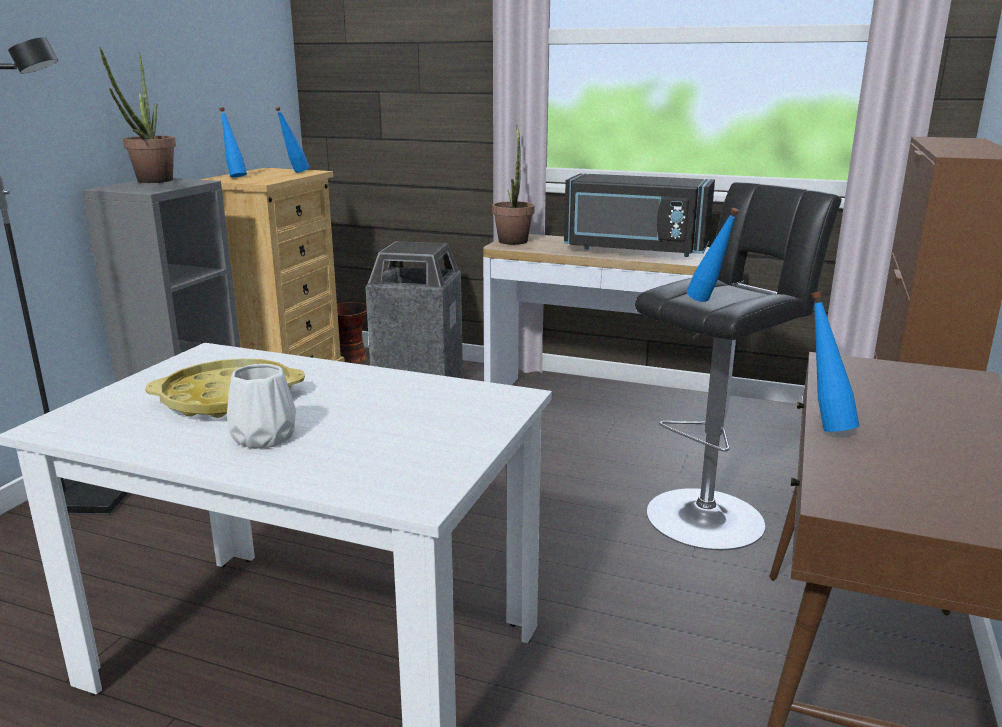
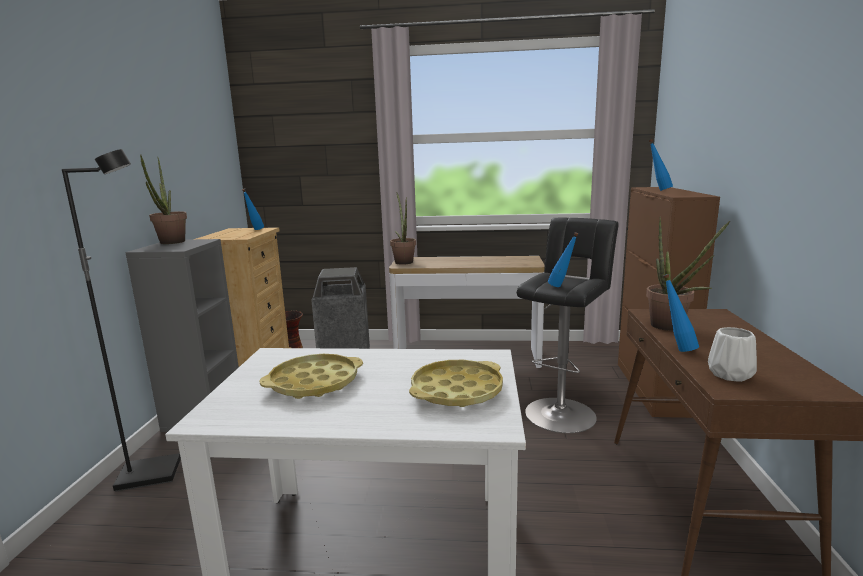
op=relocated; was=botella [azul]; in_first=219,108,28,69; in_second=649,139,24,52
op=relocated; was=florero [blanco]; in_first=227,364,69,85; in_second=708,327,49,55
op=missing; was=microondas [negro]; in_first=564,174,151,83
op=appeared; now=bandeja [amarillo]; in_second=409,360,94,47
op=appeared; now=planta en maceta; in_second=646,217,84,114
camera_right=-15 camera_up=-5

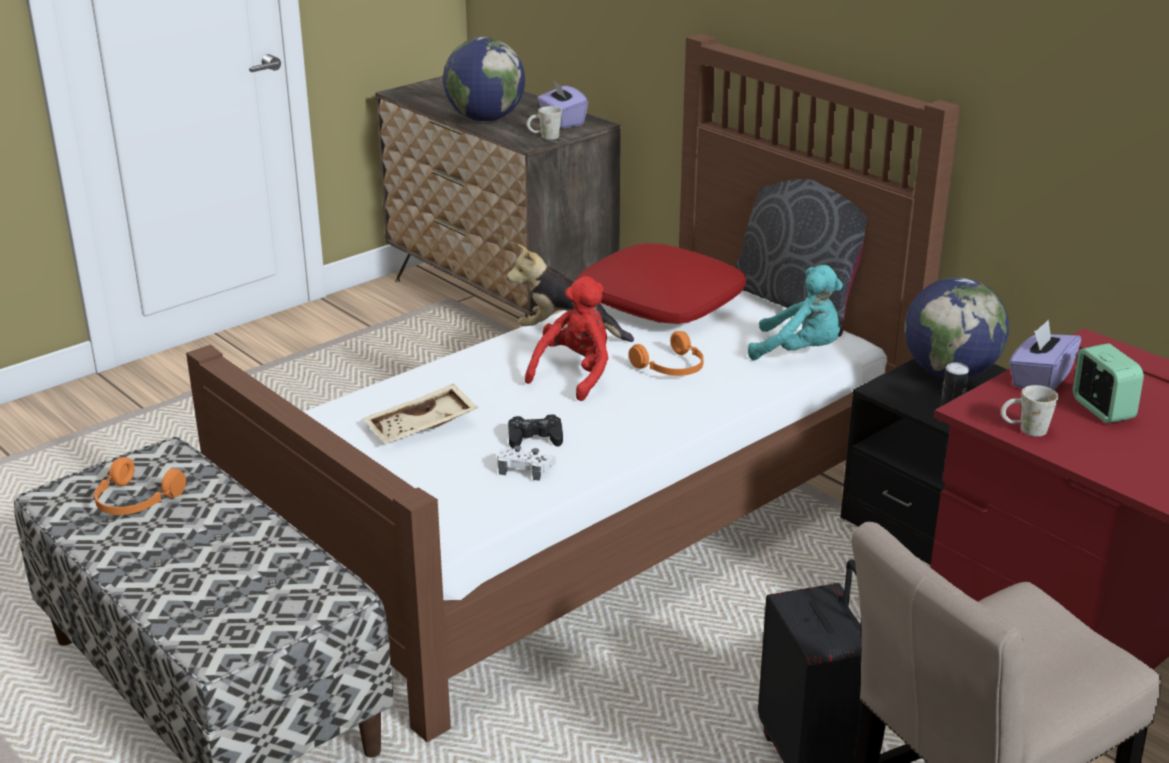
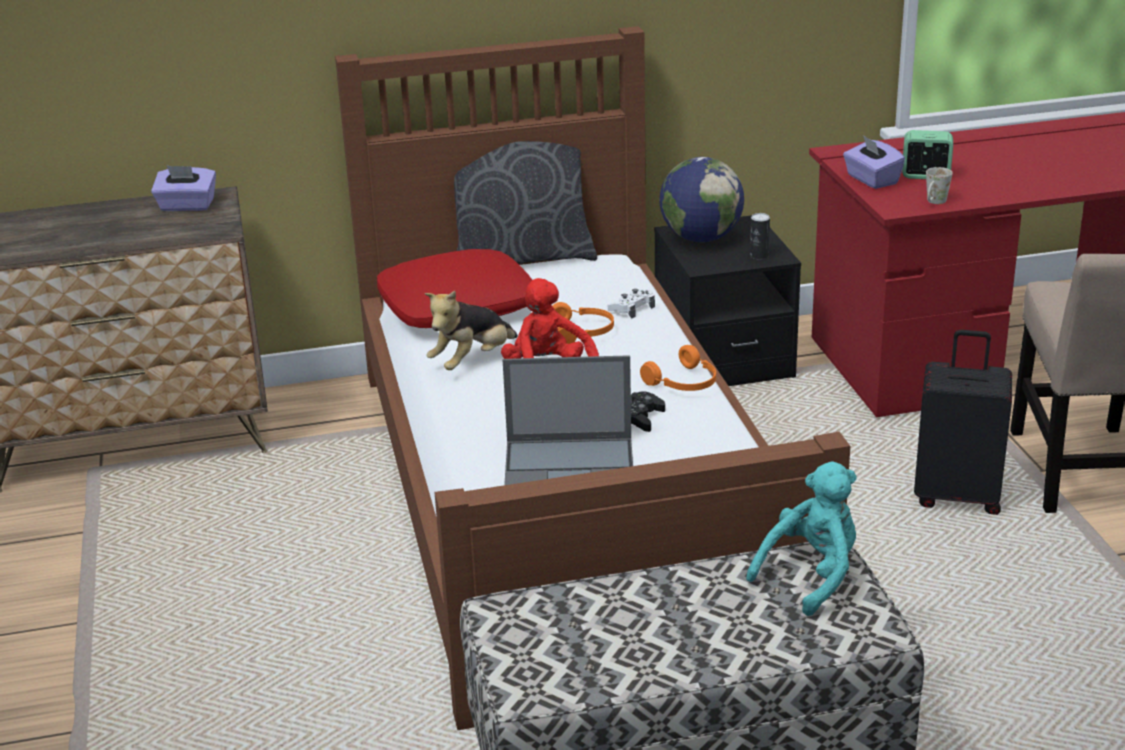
op=relocated; was=auriculares [naranja]; in_first=94,457,92,58; in_second=640,345,76,46
op=exchanged; was=bandeja [beis]; now=portátil; in_first=363,384,115,60; in_second=503,355,130,130
op=missing; was=globo terráqueo; in_first=443,37,82,84
op=relocated; was=mando de consola [blanco]; in_first=497,445,59,36; in_second=608,289,47,30
op=missing; was=taza grande [blanco]; in_first=527,106,35,34
op=relocated; was=peluche [turquesa]; in_first=748,265,95,95; in_second=746,461,111,155
camera_right=-60 camera_up=0

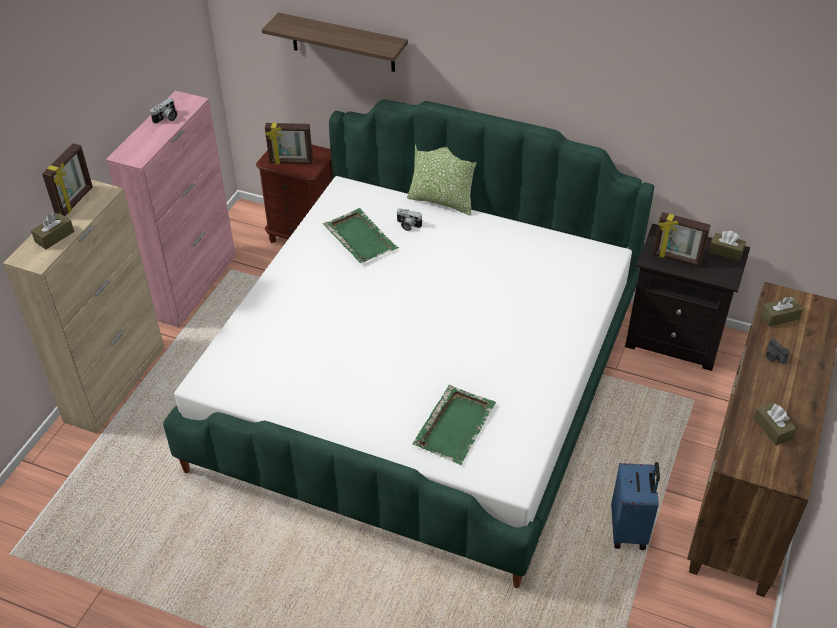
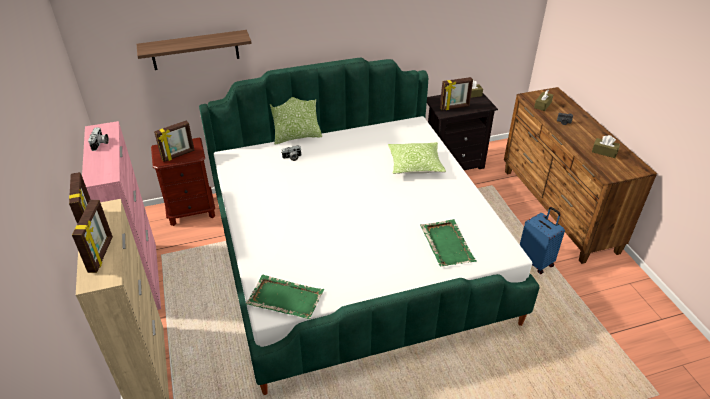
op=exchanged; was=caja de pañuelos [marrón]; now=portarretratos; in_first=31,213,43,36; in_second=72,200,41,73
op=relocated; was=bandeja [verde]; in_first=323,208,76,55; in_second=246,275,78,44
op=appeared; now=cojín; in_second=388,142,58,32
camera_right=-40 camera_up=-5

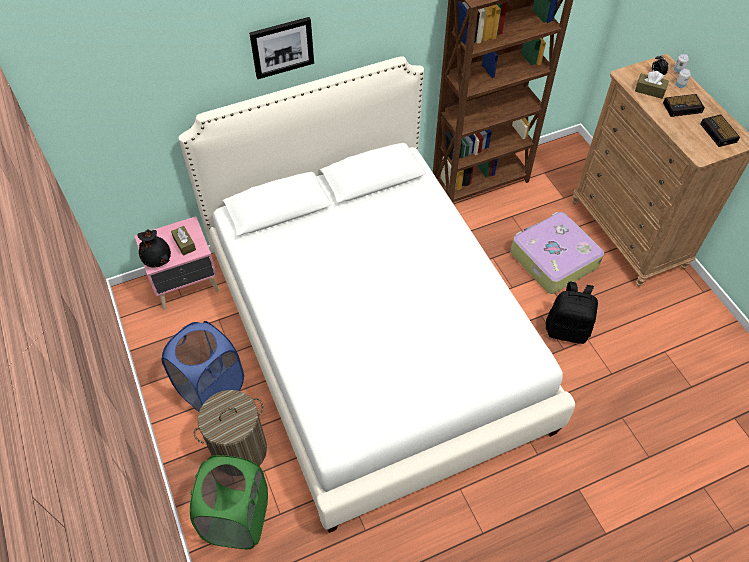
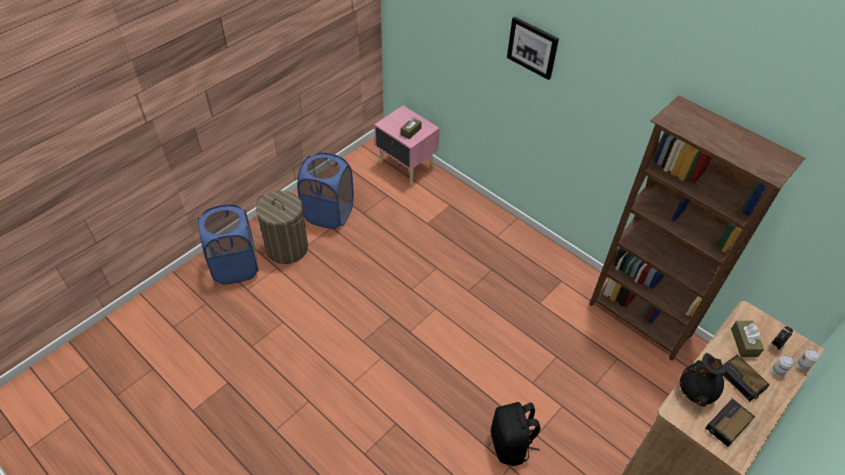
op=relocated; was=florero [negro]; in_first=138,229,33,38; in_second=680,353,47,54
op=missing; was=cama [blanco]; in_first=178,56,397,477
op=colour; was=cesto de la ropa [verde]; now=cesto de la ropa [azul]; in_first=190,455,78,94; in_second=198,204,61,80
op=missing; was=maleta; in_first=511,212,93,82
camera_right=65 camera_up=-5

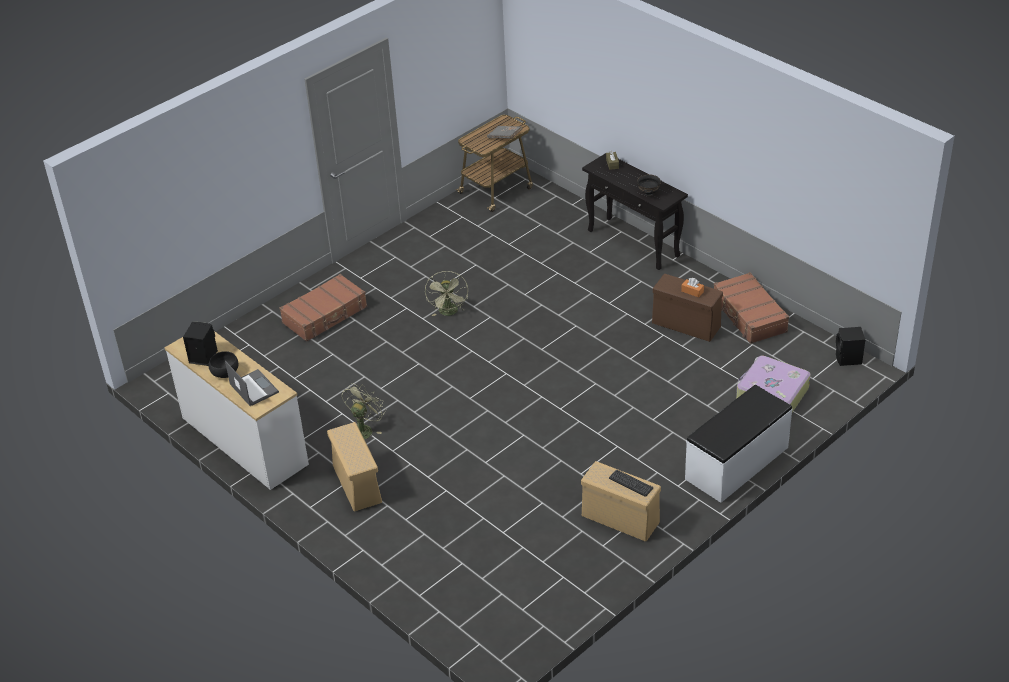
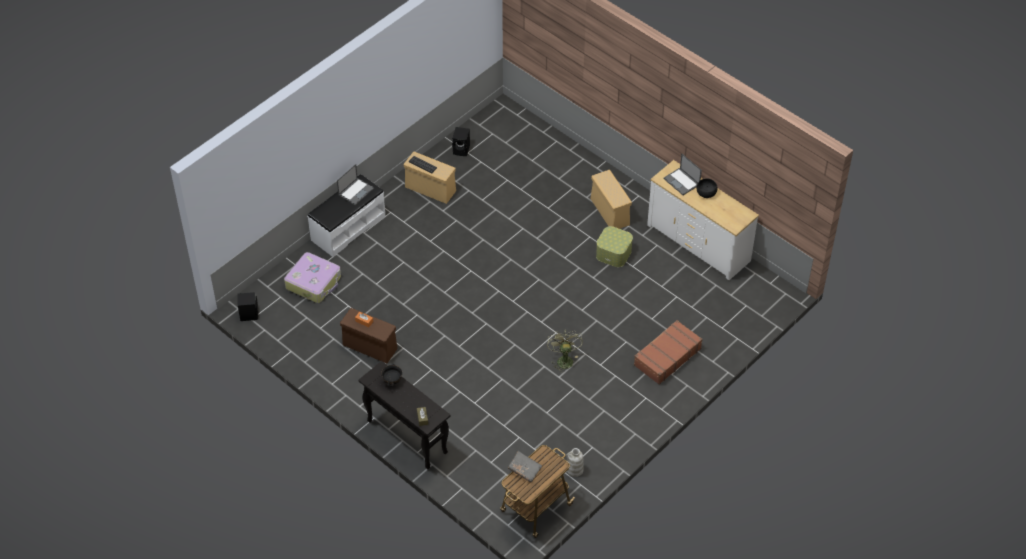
op=relocated; was=altavoz [negro]; in_first=183,322,35,44; in_second=452,127,18,29
op=exchanged; was=ventilador [verde]; now=caja de almacenaje; in_first=342,383,44,56; in_second=596,226,37,41
op=missing; was=maleta [marrón]; in_first=714,272,75,72
op=appeared; now=portátil; in_second=337,164,37,41
op=appeared; now=florero [blanco]; in_second=566,448,18,29
camera_right=175 camera_up=10

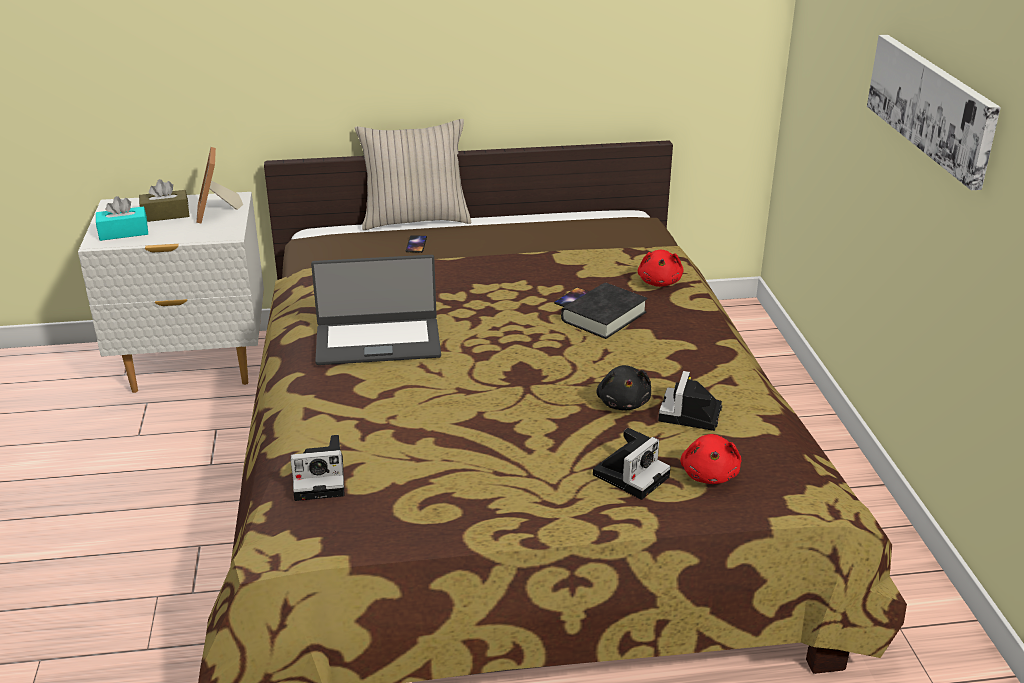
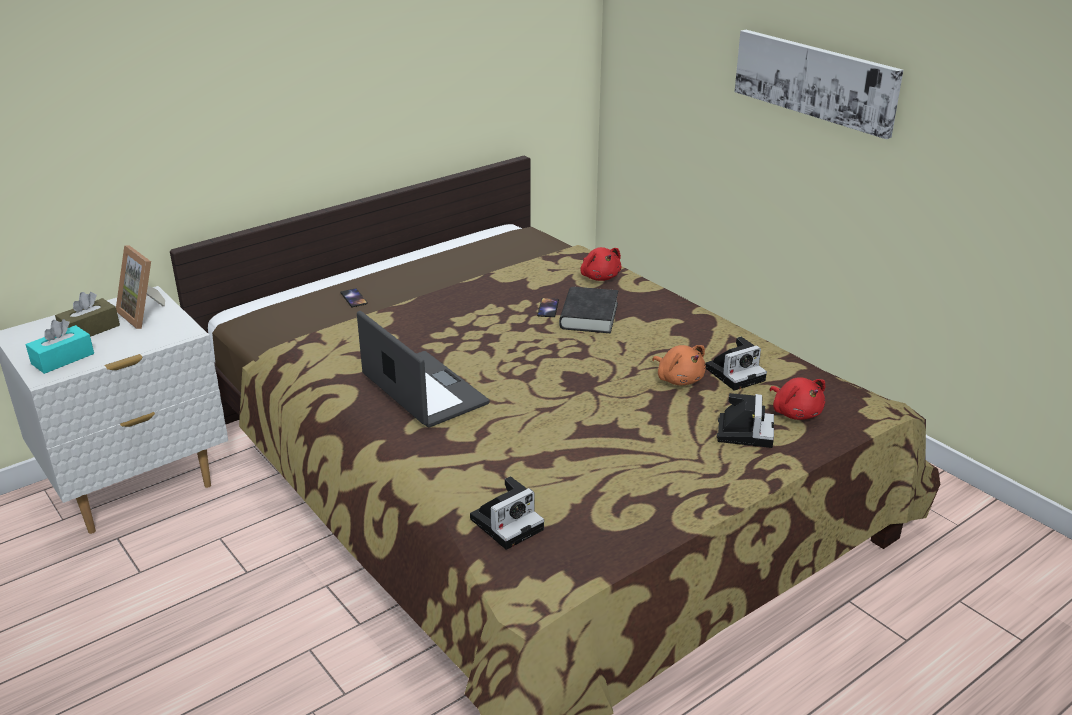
op=spun; was=portátil; in_first=311,255,130,110; in_second=357,311,133,117; clockwise=-90
op=missing; was=cojín [beis]; in_first=355,119,117,111
op=colour; was=peluche [negro]; now=peluche [naranja]; in_first=596,365,55,45; in_second=652,345,54,40
op=spun; was=cámara; in_first=658,371,64,60; in_second=705,337,62,54; clockwise=-105
camera_right=-30 camera_up=0

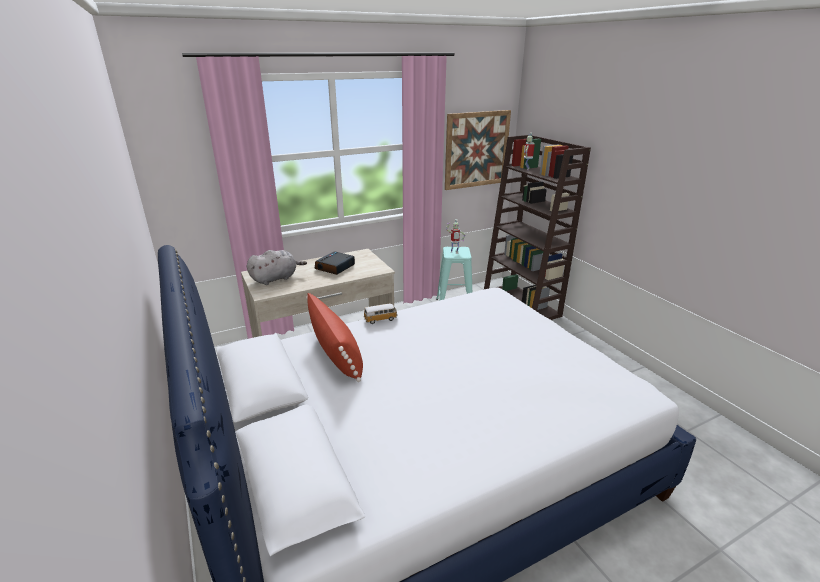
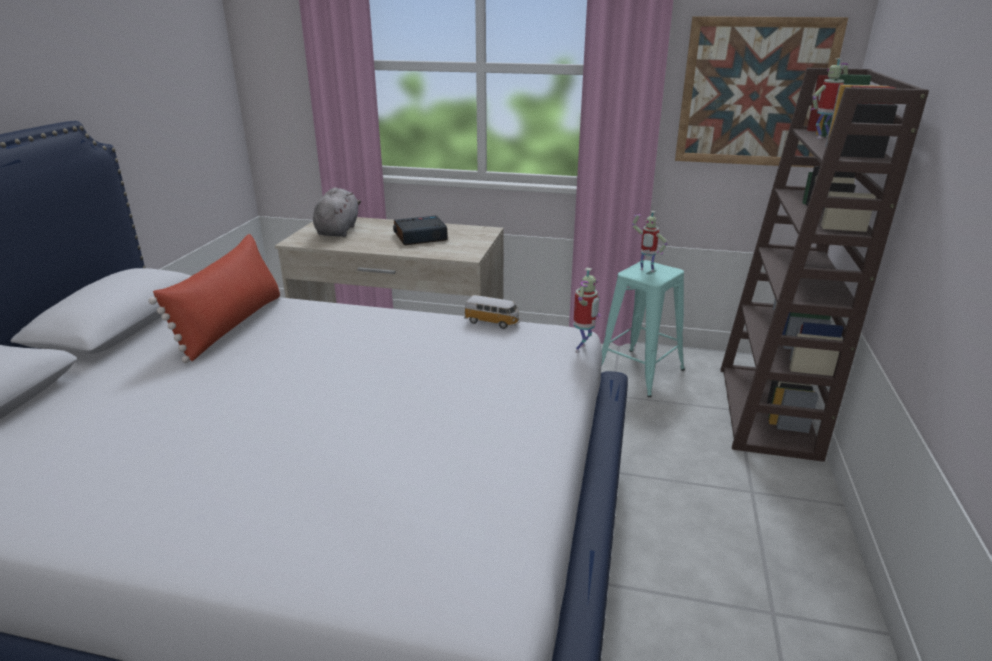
op=spun; was=peluche [gris]; in_first=247,250,60,35; in_second=313,187,48,50; clockwise=-90
op=relocated; was=coche de juguete; in_first=364,304,34,20; in_second=464,295,56,34
op=appeared; now=robot de juguete; in_second=573,268,28,85
camera_right=40 camera_up=0

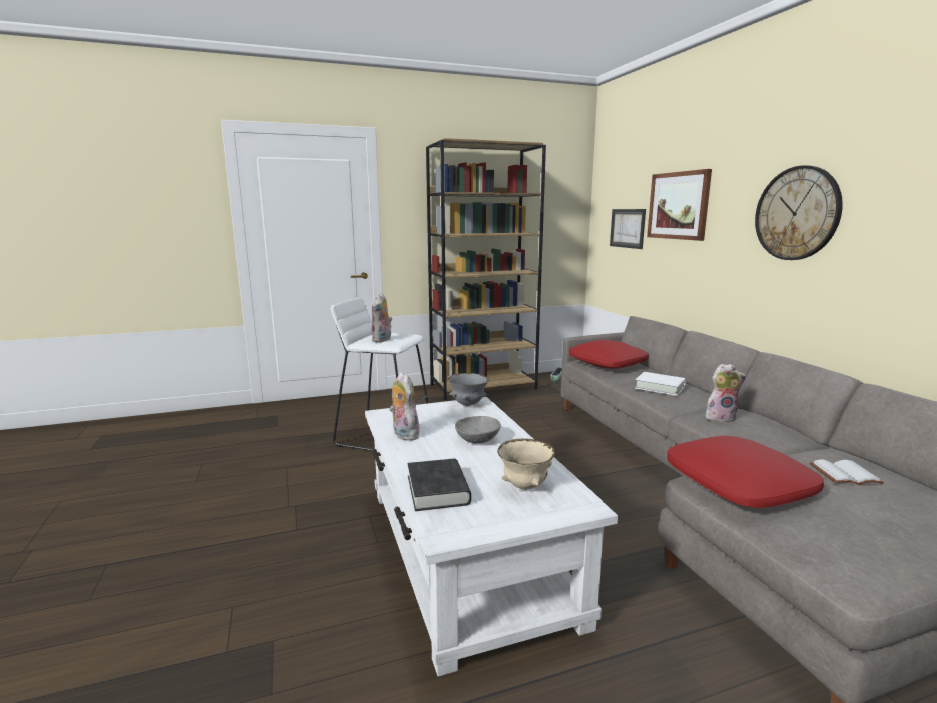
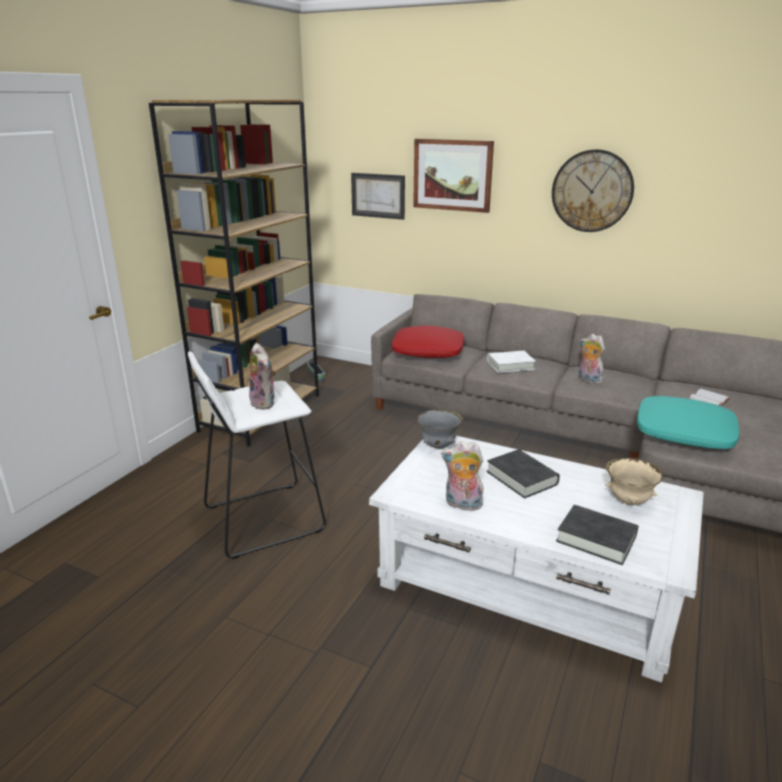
op=exchanged; was=cuenco [gris]; now=libro [negro]; in_first=455,416,46,28; in_second=487,449,73,49
op=colour; was=cojín [rojo]; now=cojín [turquesa]; in_first=667,436,157,72; in_second=637,396,102,53
op=spun; was=peluche; in_first=706,363,40,60; in_second=579,334,27,50; clockwise=-90
camera_right=-45 camera_up=10

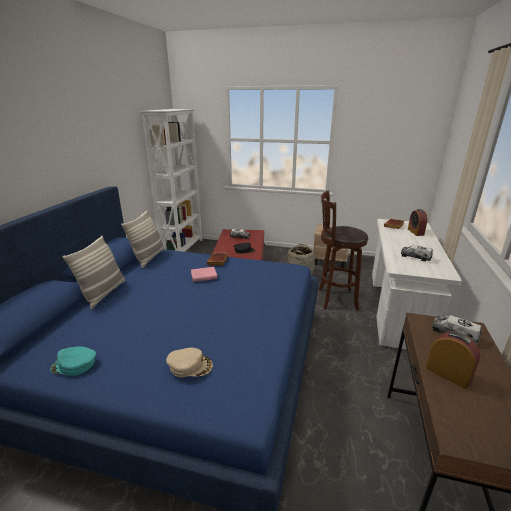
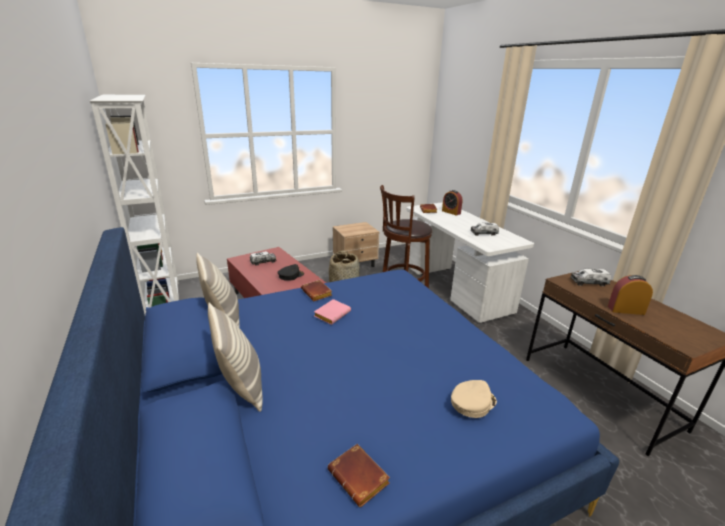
op=exchanged; was=gorra [turquesa]; now=libro [marrón]; in_first=50,346,46,30; in_second=328,444,62,63
camera_right=-40 camera_up=0

